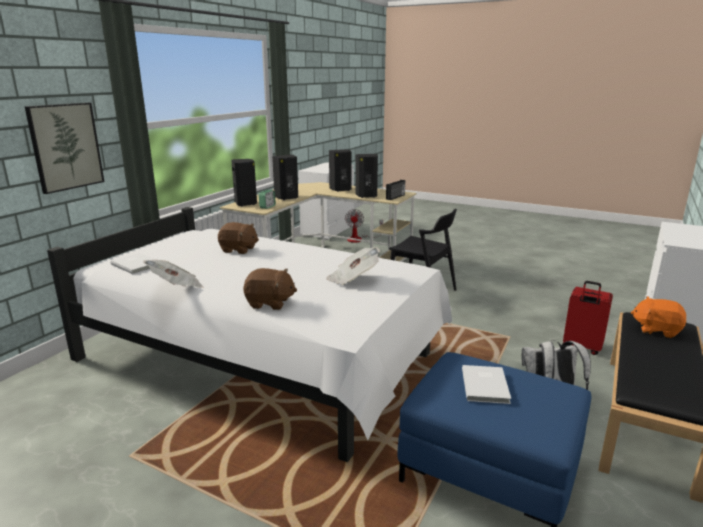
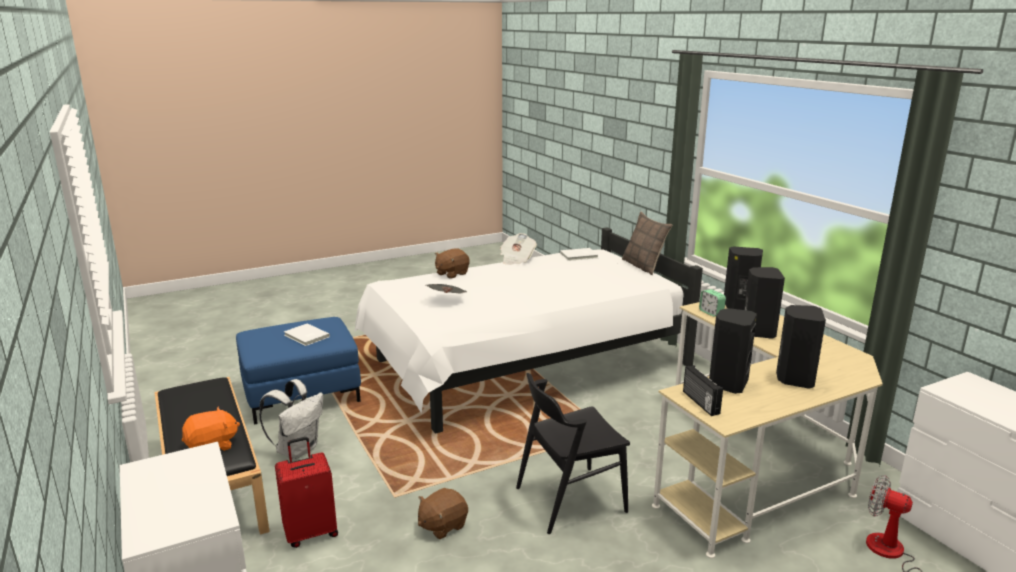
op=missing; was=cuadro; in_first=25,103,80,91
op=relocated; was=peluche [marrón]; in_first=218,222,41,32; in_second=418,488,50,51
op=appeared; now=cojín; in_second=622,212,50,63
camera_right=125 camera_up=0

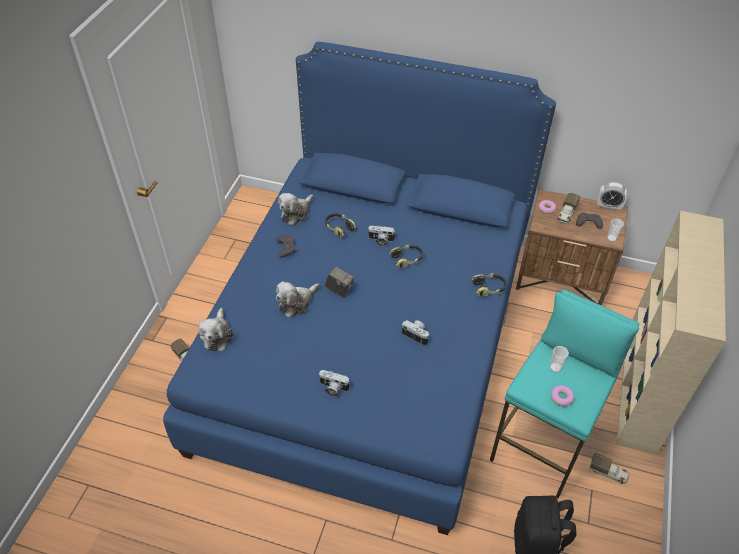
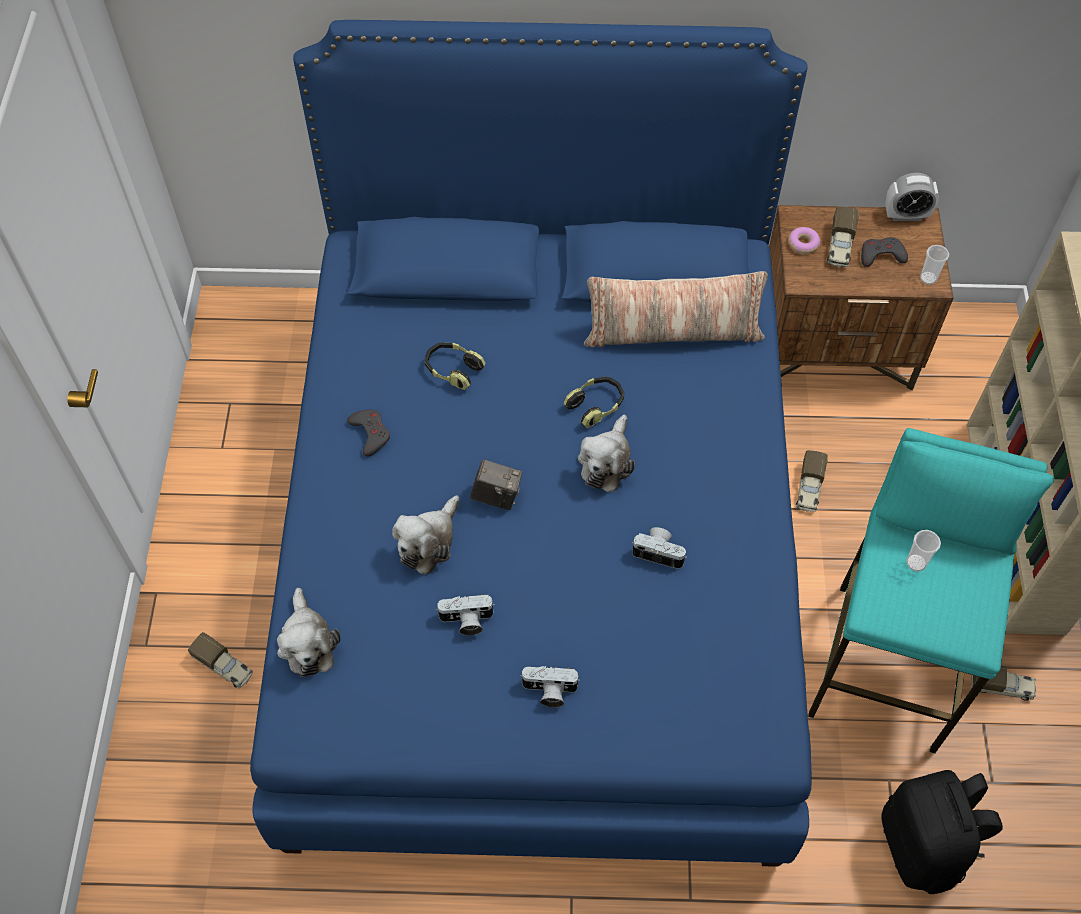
op=relocated; was=peluche; in_first=278,193,35,33; in_second=578,415,57,78
op=relocated; was=cámara; in_first=368,226,27,20; in_second=436,594,59,41
op=missing; was=auriculares; in_first=472,273,34,24
op=missing; was=rosquilla; in_first=551,385,23,21
op=appeared; now=cojín; in_second=584,271,184,76
op=appeared; now=camión de juguete; in_second=796,450,32,62
camera_right=-15 camera_up=10

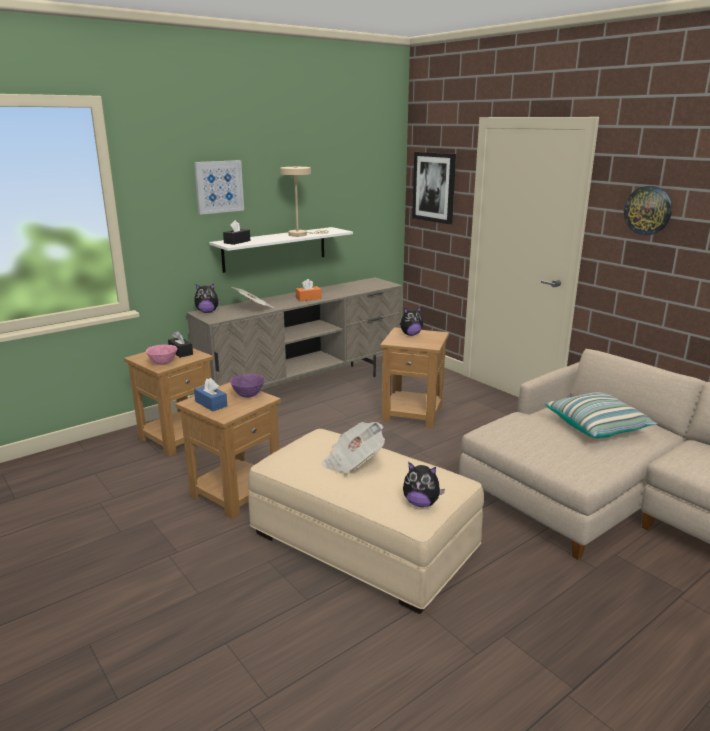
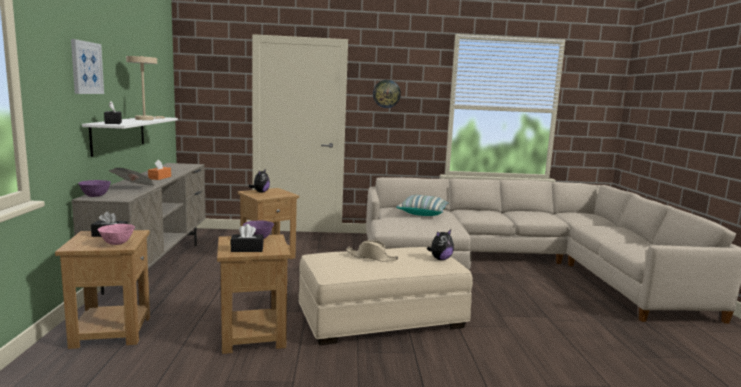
op=exchanged; was=peluche; now=cuenco [morado]; in_first=194,284,27,29; in_second=78,180,33,17
op=colour; was=caja de pañuelos [azul]; now=caja de pañuelos [negro]; in_first=194,378,33,33; in_second=230,224,34,28
op=exchanged; was=periódico; now=sombrero [beis]; in_first=322,422,63,52; in_second=346,240,52,21
op=missing; was=cuadro; in_first=412,152,44,72
camera_right=-55 camera_up=-10

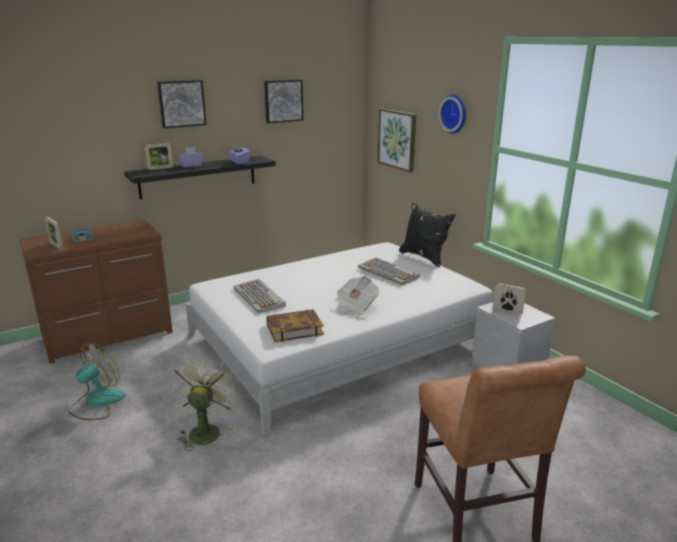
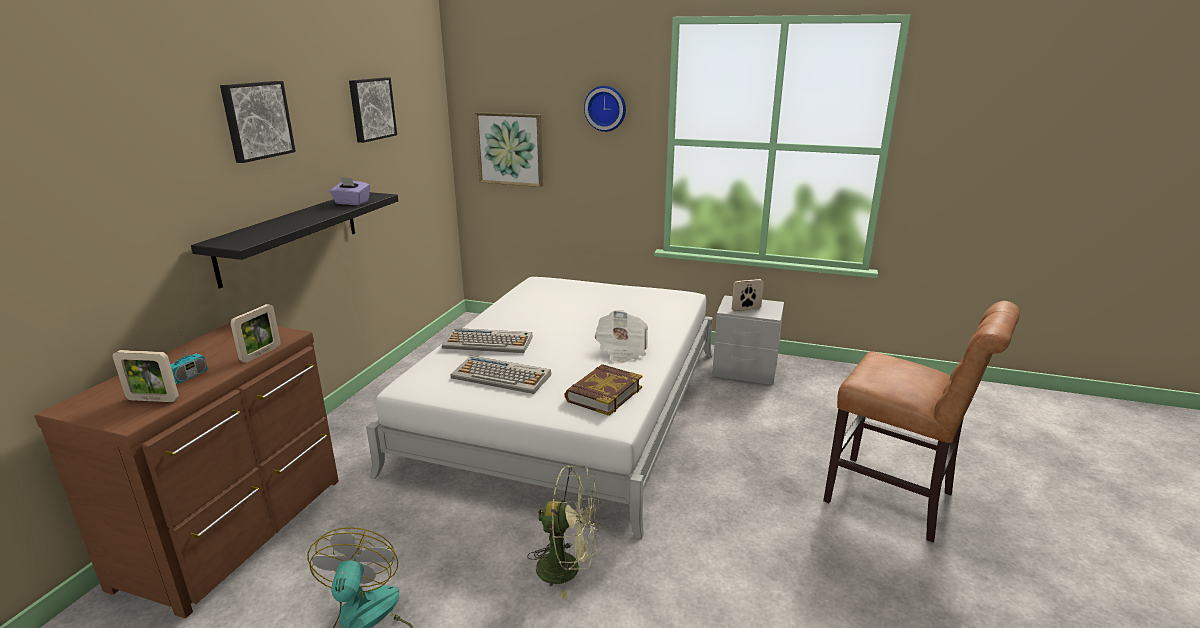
op=relocated; was=portarretratos; in_first=145,143,28,27; in_second=230,304,51,59
op=spun; was=ventilador [verde]; in_first=169,356,70,95; in_second=527,465,73,134; clockwise=135
op=missing; was=caja de pañuelos [morado]; in_first=179,147,24,20
op=relocated; was=teclado; in_first=358,257,62,28; in_second=442,328,90,25
op=missing; was=cojín [negro]; in_first=399,203,57,64
camera_right=-40 camera_up=0

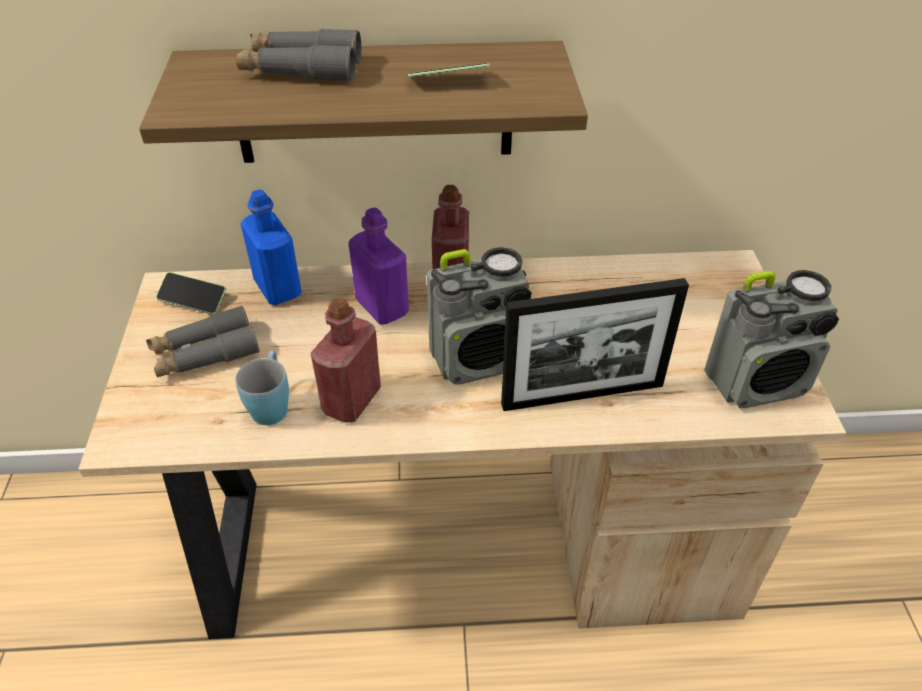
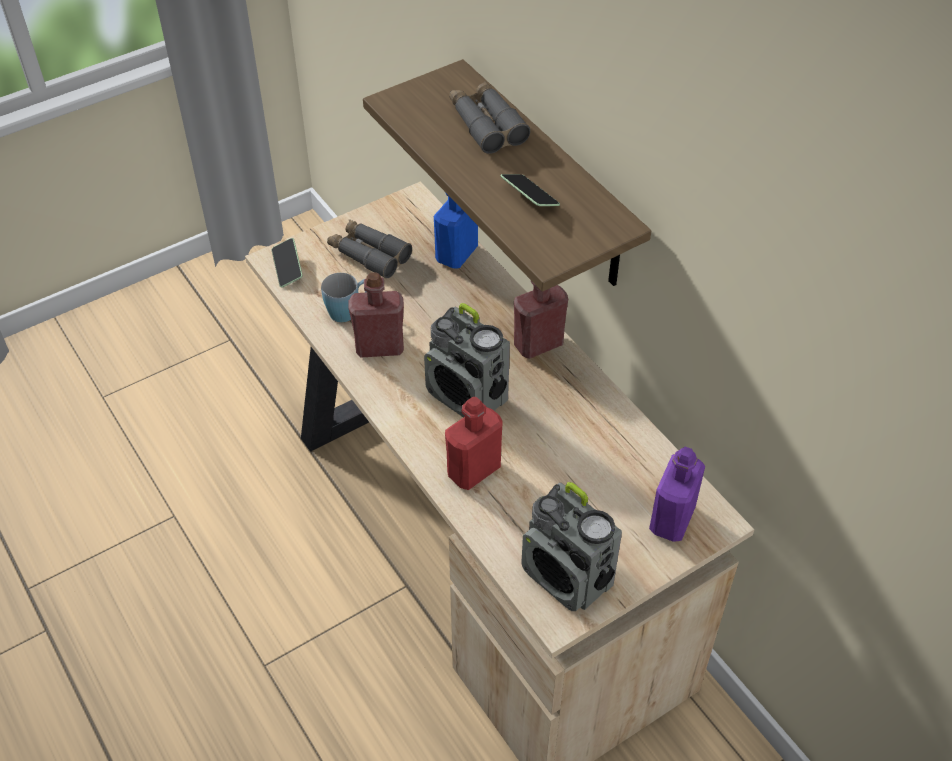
op=relocated; was=móvil; in_first=156,272,70,42; in_second=272,238,31,50
op=relocated; was=botella [morado]; in_first=348,207,61,117; in_second=649,447,56,95
op=exchanged; was=portarretratos; now=botella [rojo]; in_first=501,278,188,133; in_second=445,397,58,93
camera_right=60 camera_up=5

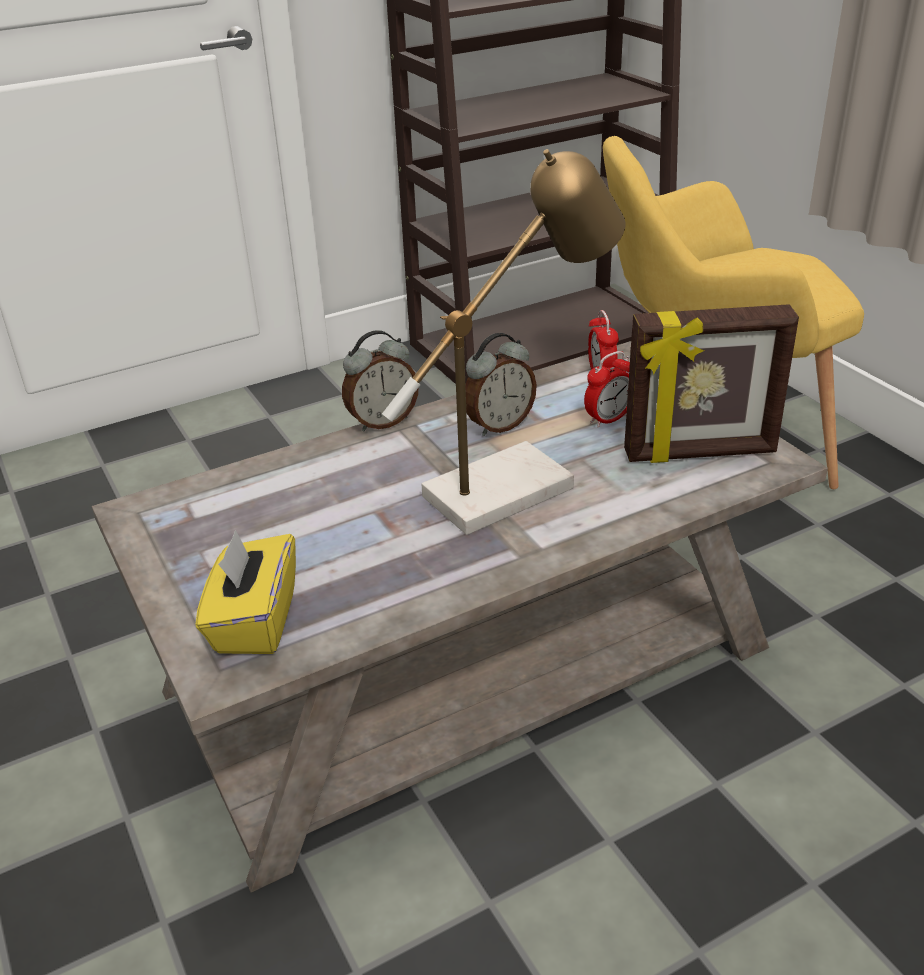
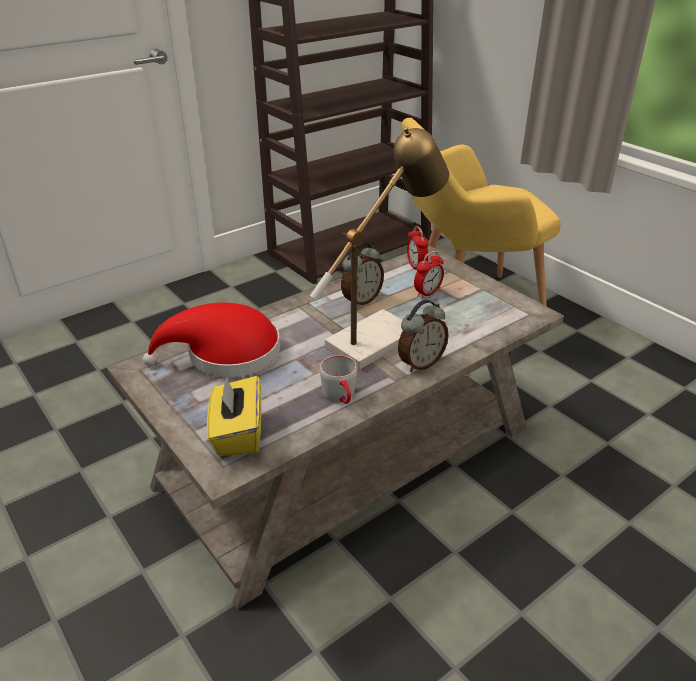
op=relocated; was=despertador; in_first=342,330,76,101; in_second=398,300,51,72
op=missing; was=portarretratos; in_first=624,304,175,159
op=appeared; now=sombrero [rojo]; in_second=143,303,137,74
op=appeared; now=taza grande [gris]; in_second=320,355,37,49
camera_right=-10 camera_up=0

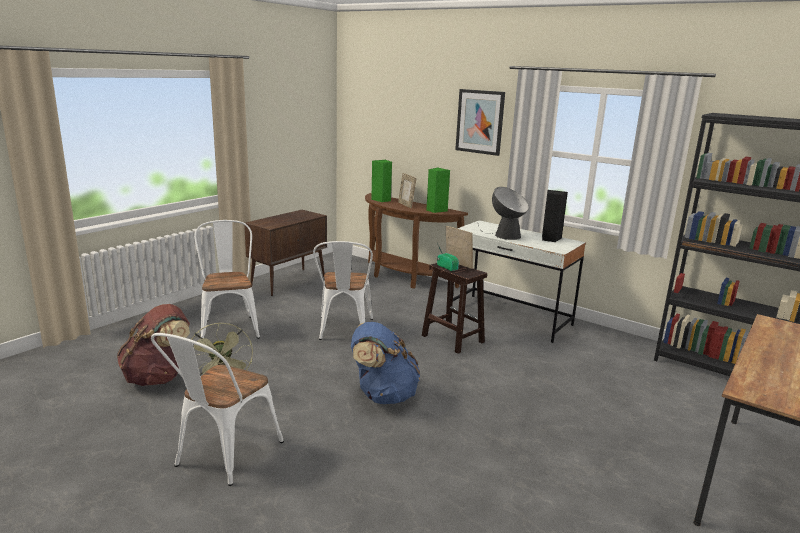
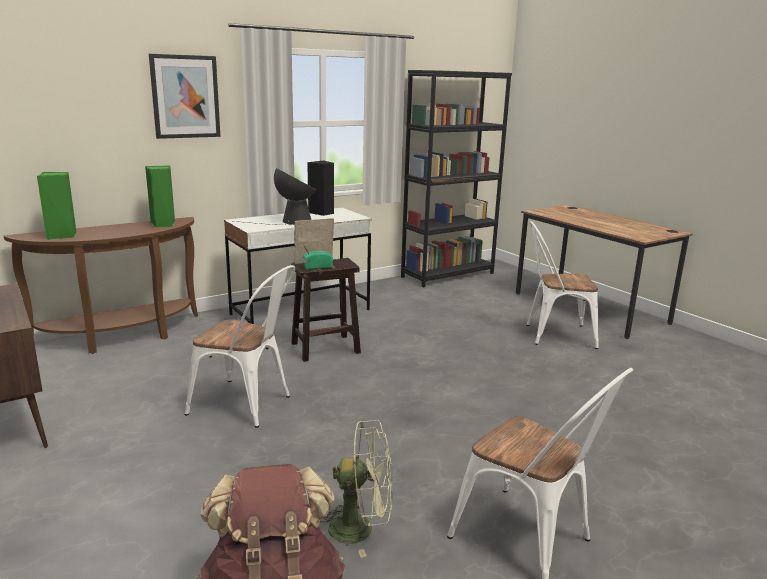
op=relocated; was=silla [blanco]; in_first=194,220,66,119; in_second=526,221,73,128
op=missing; was=mochila [azul]; in_first=351,322,69,82
op=missing; was=portarretratos; in_first=398,173,18,35
camera_right=-70 camera_up=0

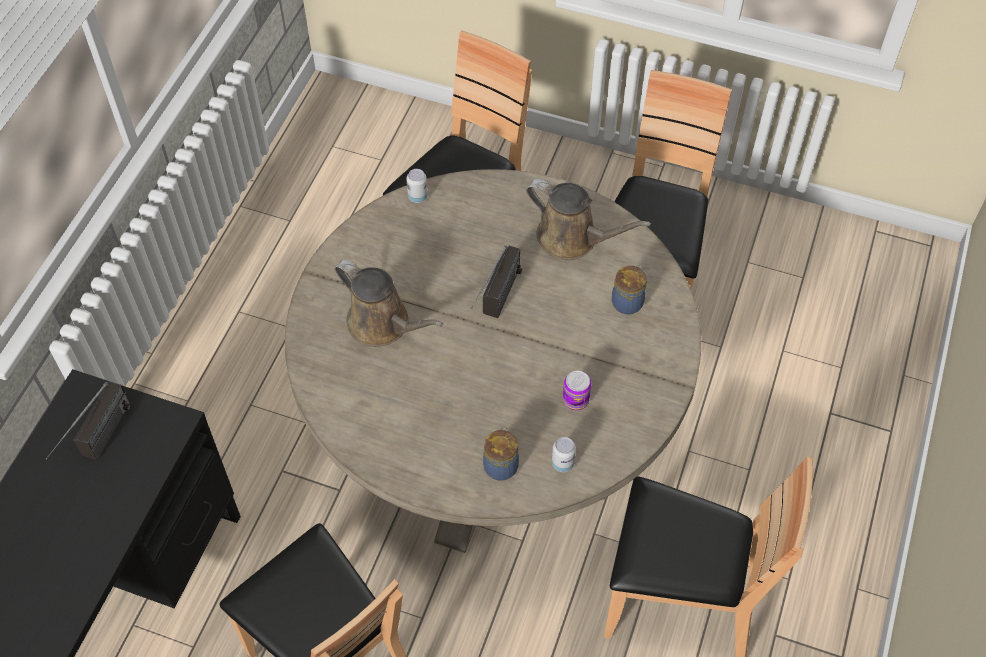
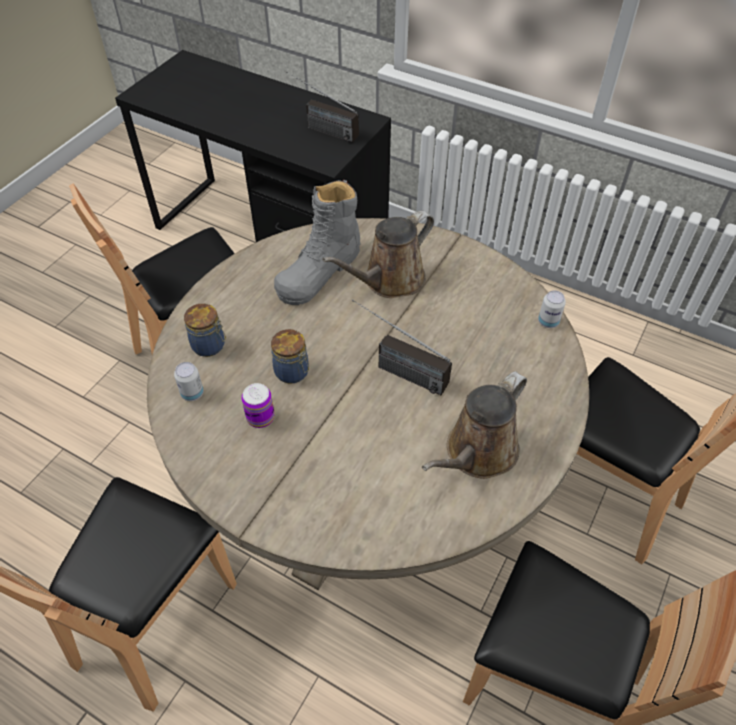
op=relocated; was=tarro; in_first=612,265,35,49; in_second=271,329,38,55
op=appeared; now=bota [gris]; in_second=274,179,87,126
camera_right=100 camera_up=-5

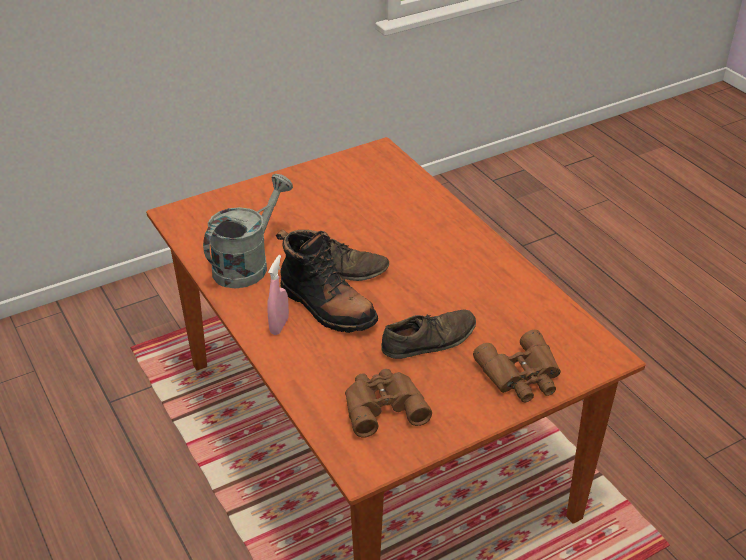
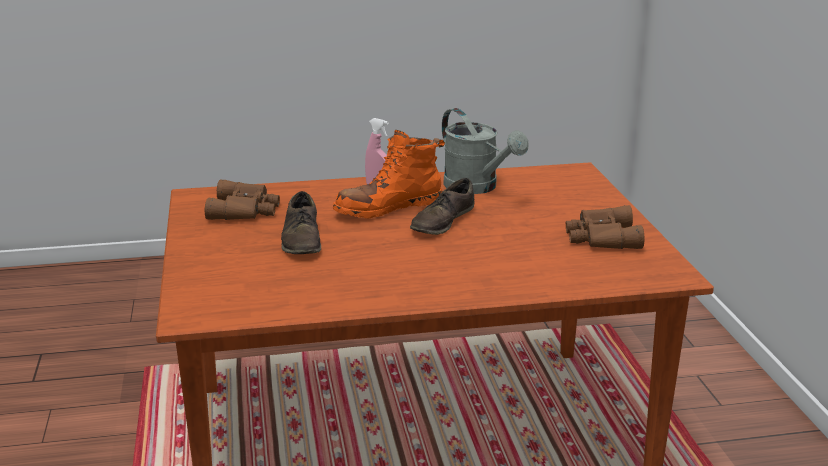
op=colour; was=bota [negro]; now=bota [naranja]; in_first=276,229,102,104; in_second=333,130,112,88
op=relocated; was=prismáticos [marrón]; in_first=473,330,88,72; in_second=566,205,78,44
camera_right=110 camera_up=-15

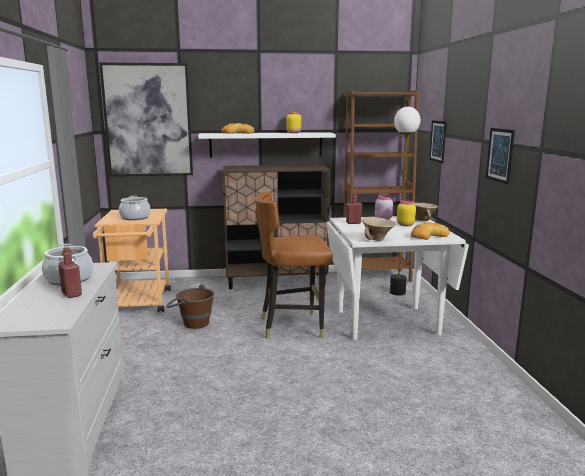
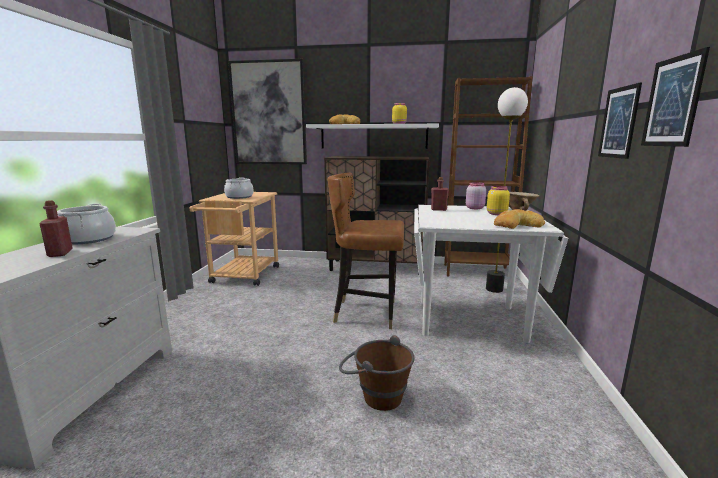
op=relocated; was=cubo [marrón]; in_first=166,284,49,45; in_second=339,335,76,76
op=missing; was=cuenco [beis]; in_first=362,217,34,24
op=relocated; was=cuadro; in_first=429,120,17,43; in_second=641,47,69,100
camera_right=15 camera_up=0

